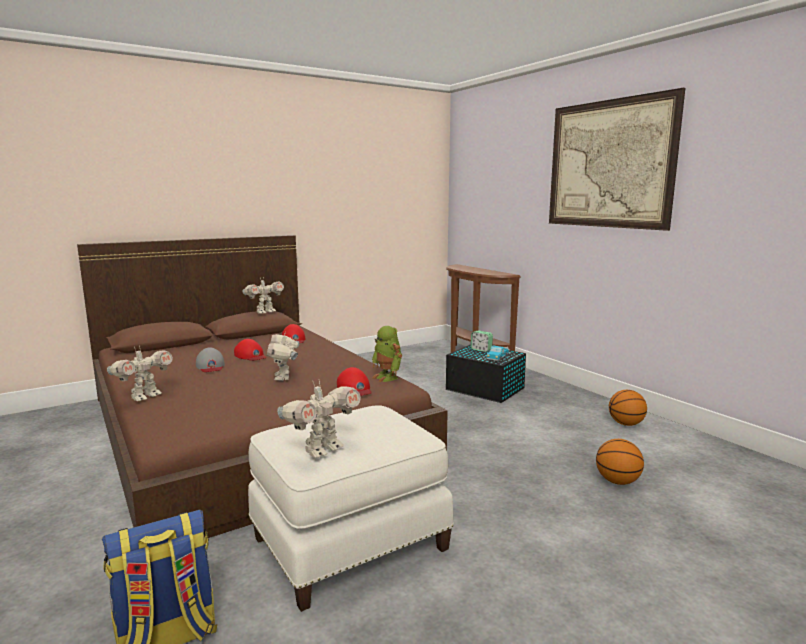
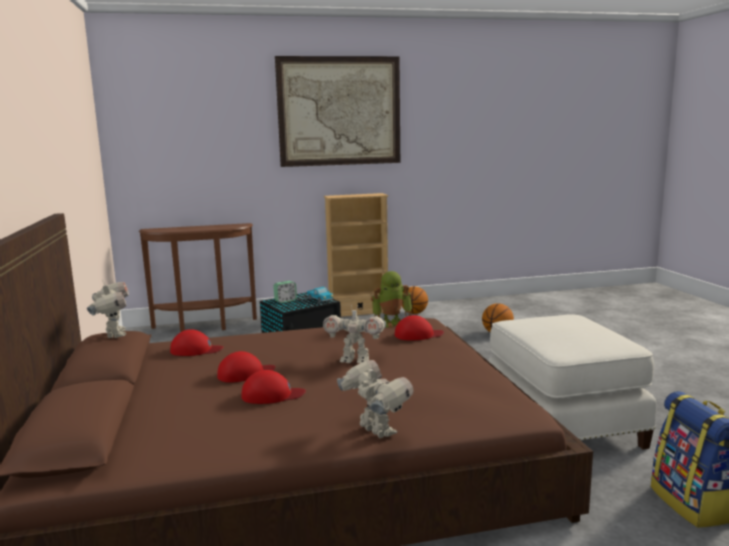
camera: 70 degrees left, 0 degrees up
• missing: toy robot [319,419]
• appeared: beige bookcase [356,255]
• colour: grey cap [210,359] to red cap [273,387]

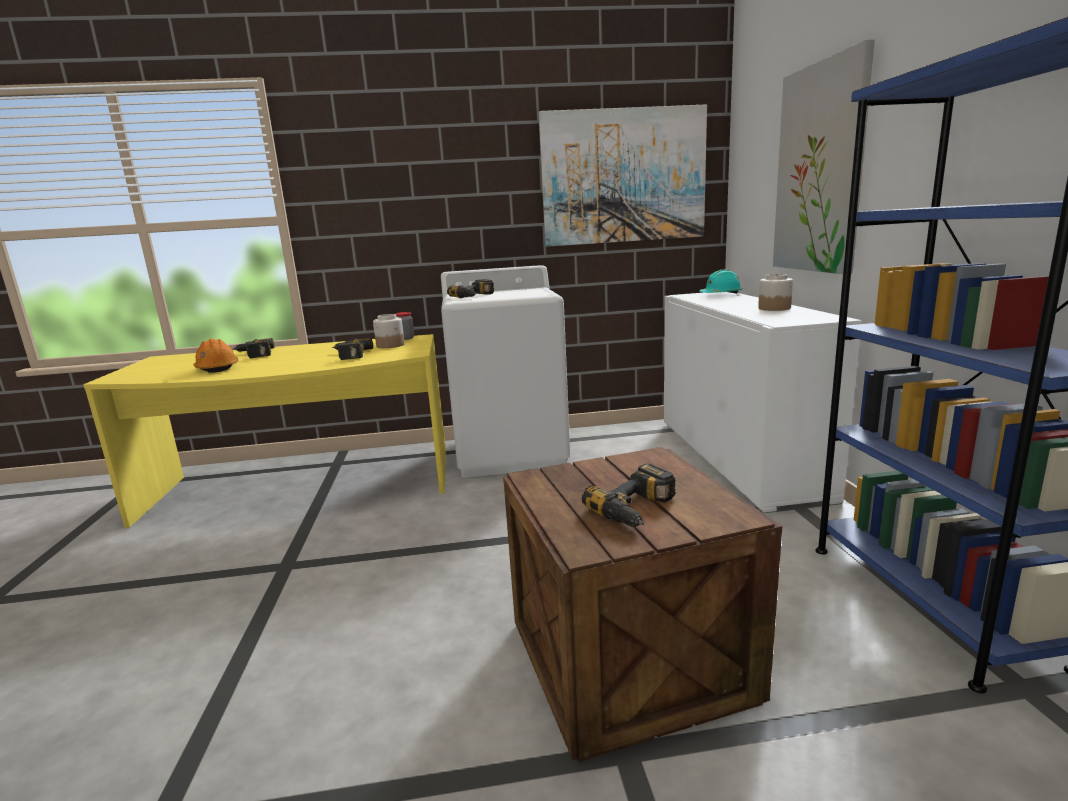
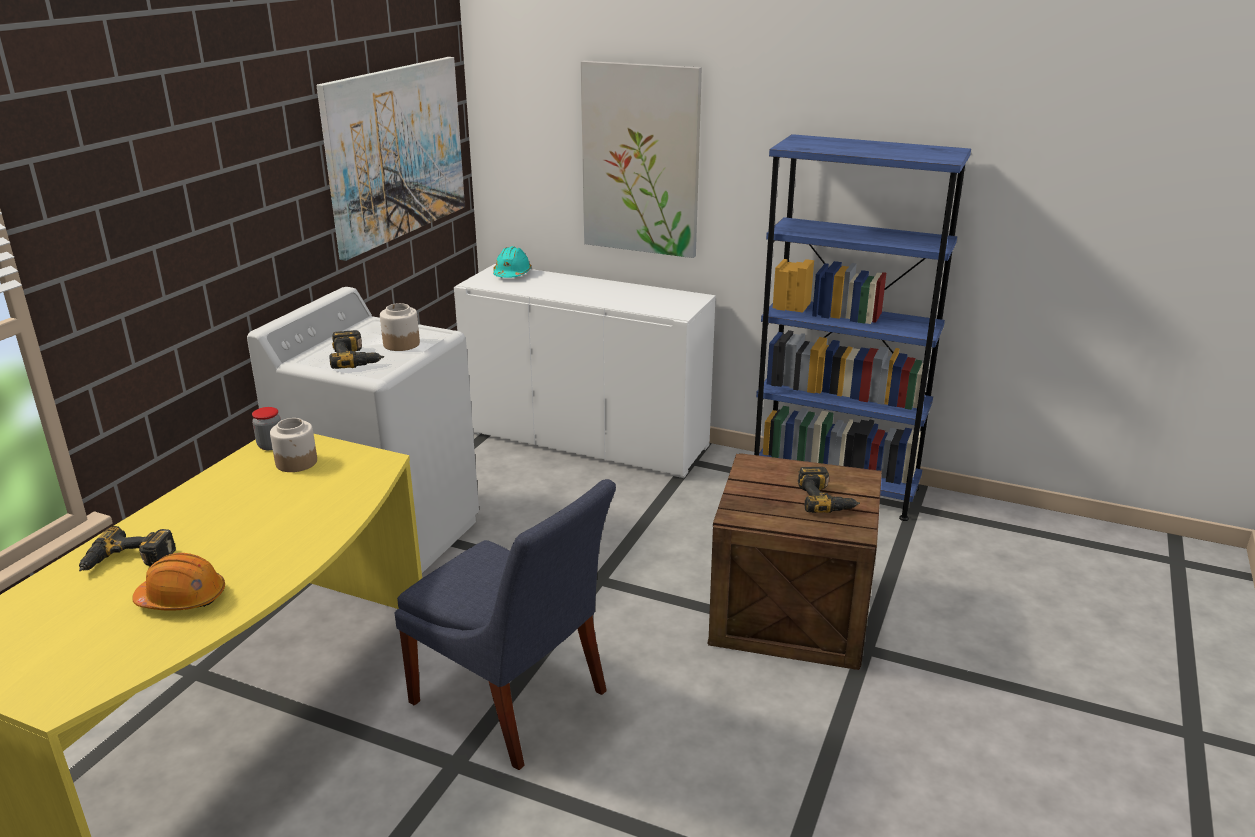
camera: 60 degrees left, 10 degrees up
• missing: power drill [352,349]
• appeared: blue chair [505,624]
• relocated: jar [775,292] to [400,327]

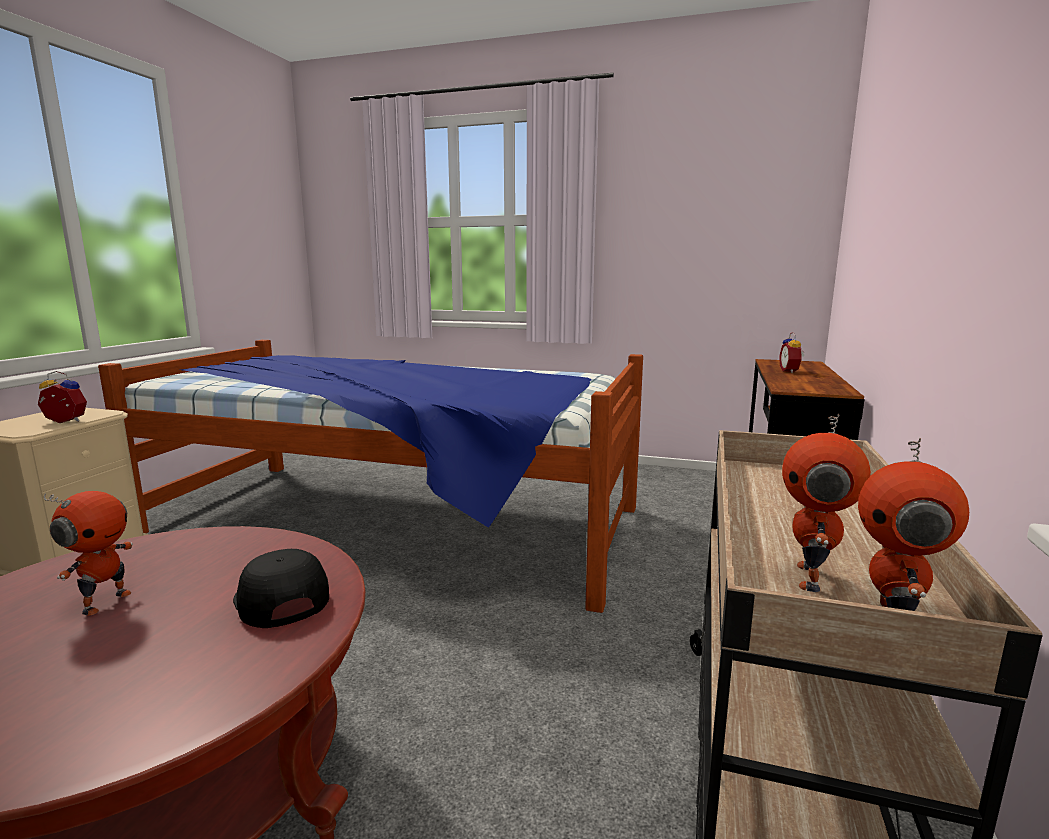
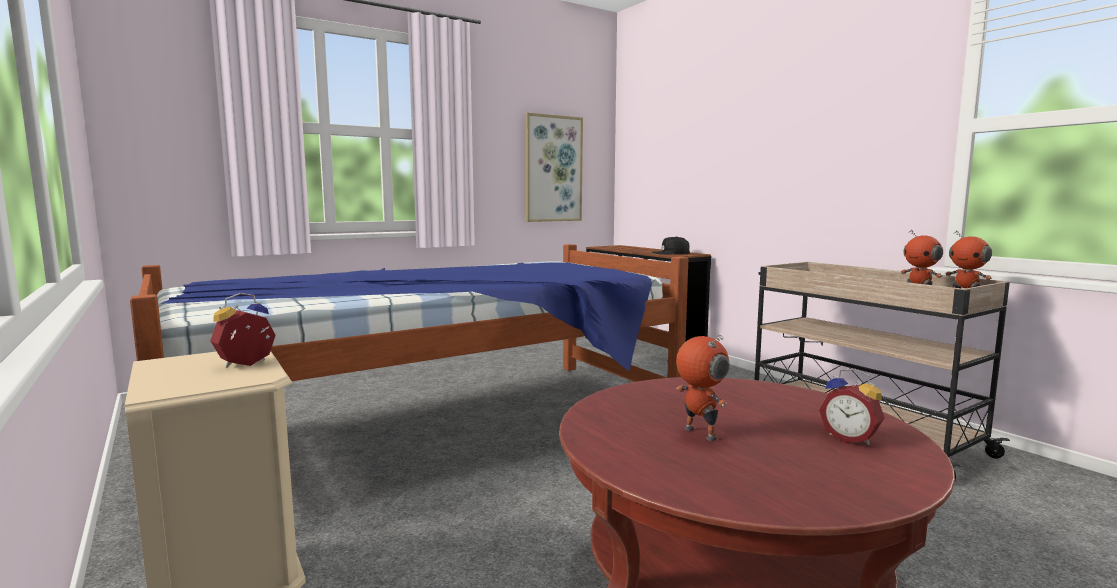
camera: 50 degrees left, 5 degrees down
• appeared: picture [554,167]
• relocated: black cap [281,588] to [671,245]
• relocated: alarm clock [792,352] to [852,406]

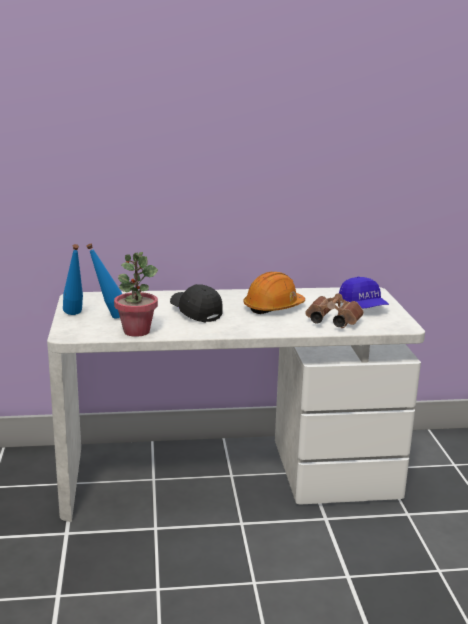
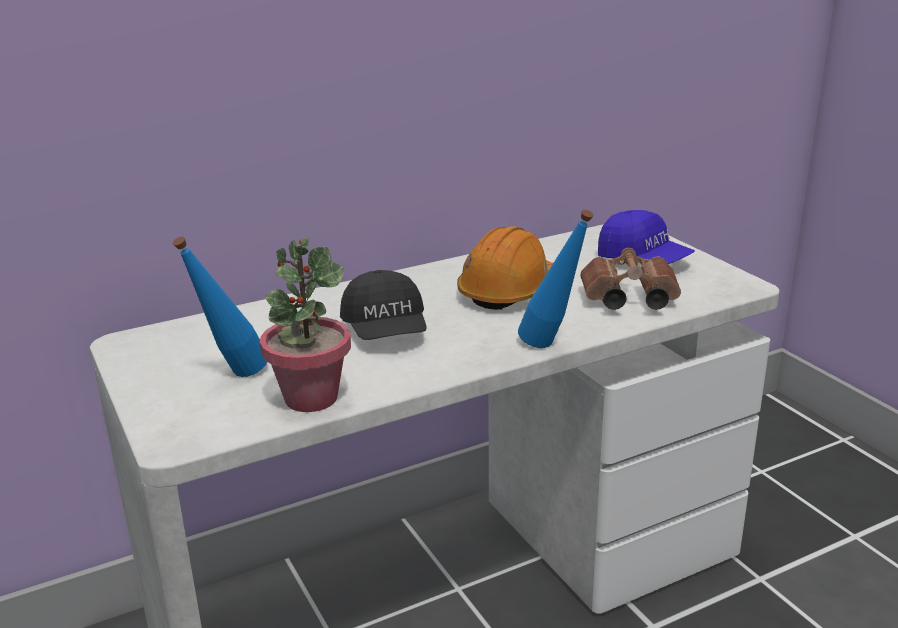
camera: 20 degrees left, 5 degrees up
• relocated: blue bottle [73,279] to [556,279]
• spun: black cap [196,303] = [383,305] 135 degrees counterclockwise

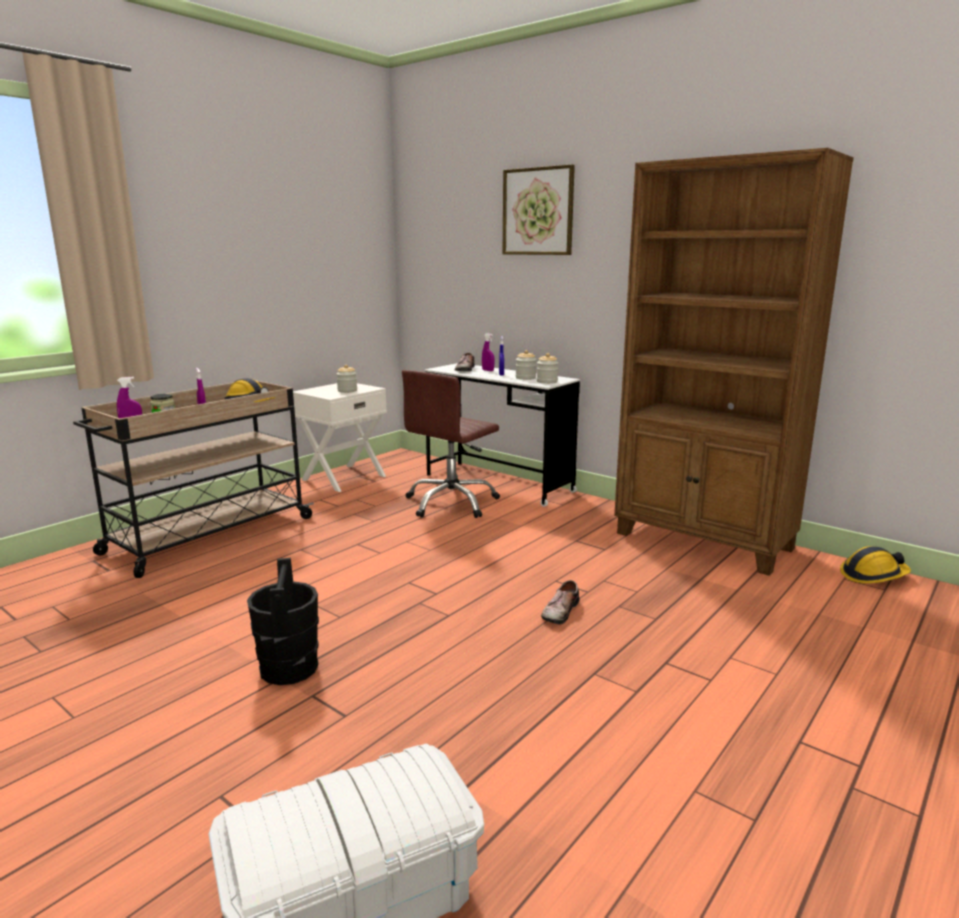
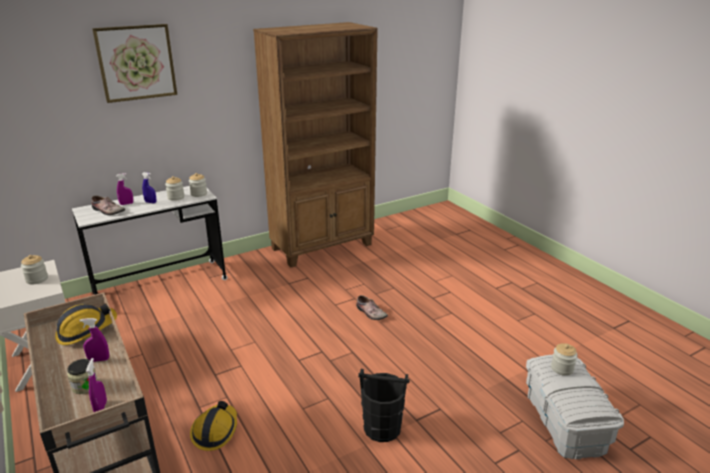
camera: 70 degrees left, 10 degrees up
• missing: brown office chair [451,444]
• appeared: jar [564,359]
• relocated: hard hat [875,565] to [213,426]

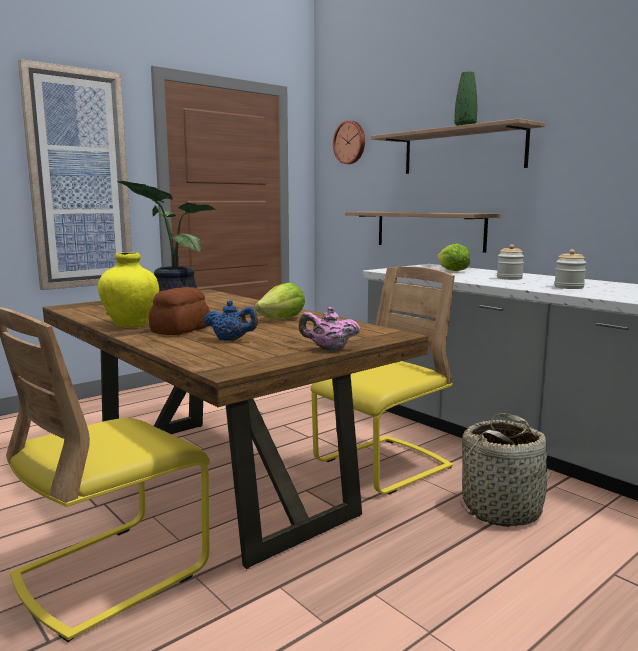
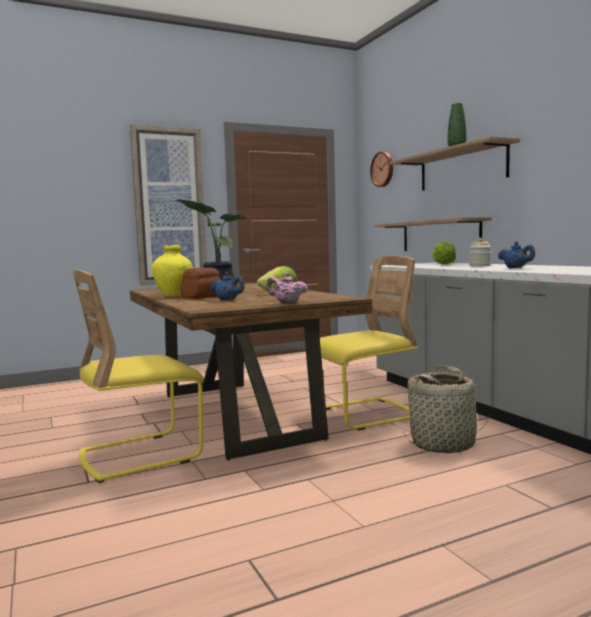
camera: 15 degrees right, 5 degrees down
• exchanged: jar [570,269] to blue teapot [516,254]

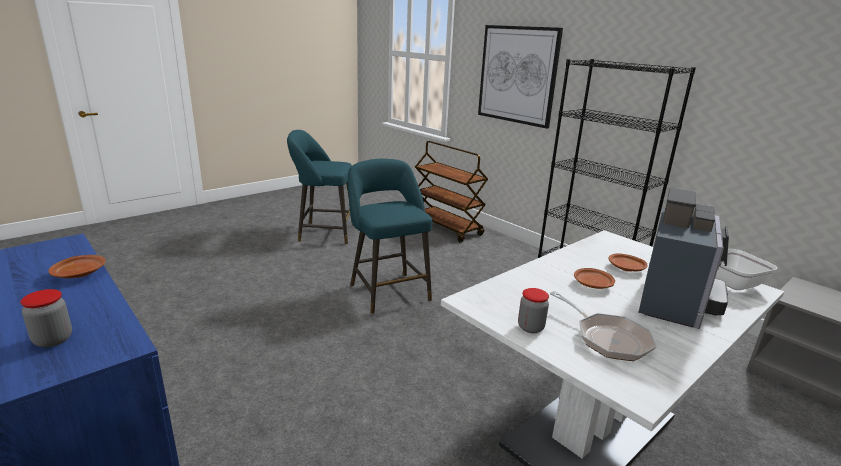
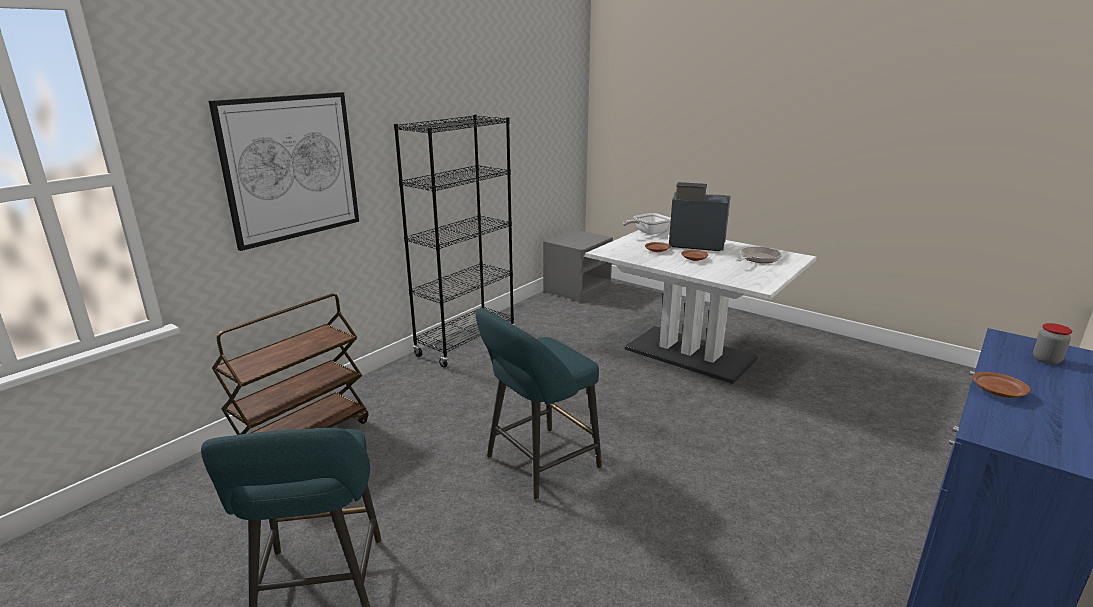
camera: 100 degrees left, 0 degrees up
• missing: jar [533,310]

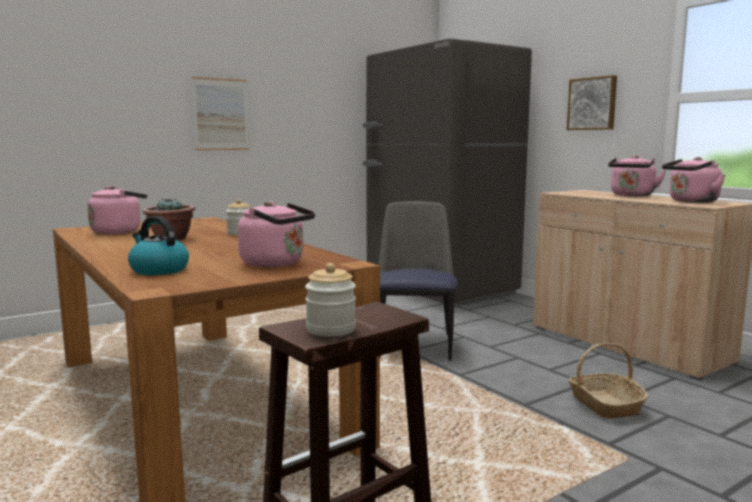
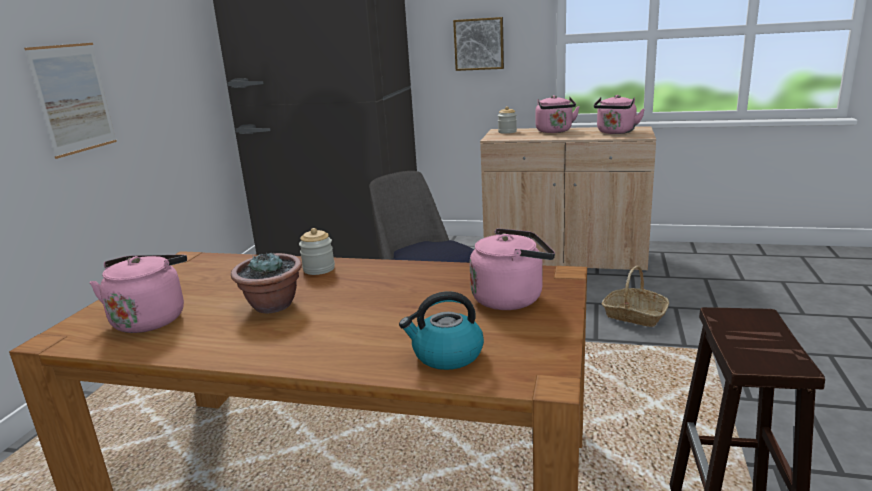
camera: 40 degrees left, 10 degrees up
• relocated: jar [330,300] to [507,120]

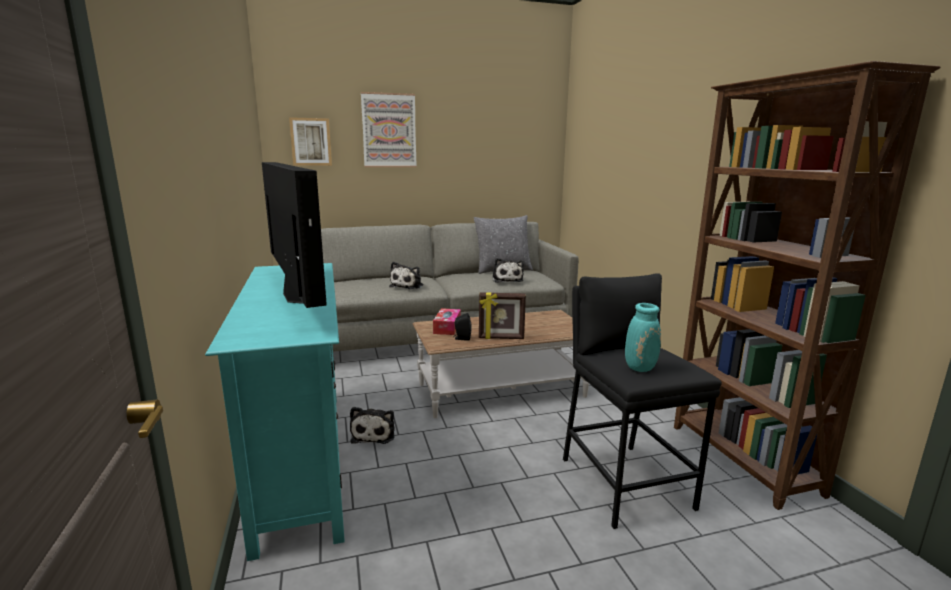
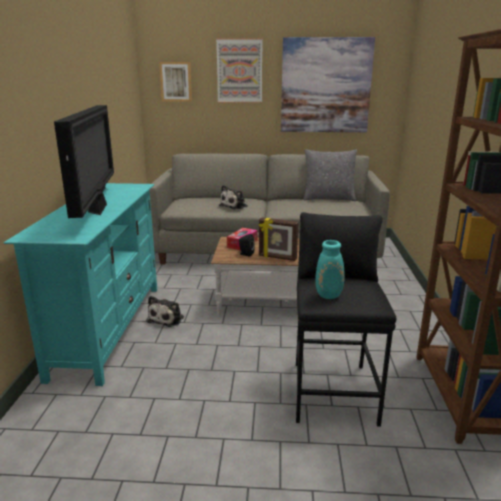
camera: 20 degrees right, 5 degrees up
• missing: plush toy [508,270]
• appeared: picture [328,84]

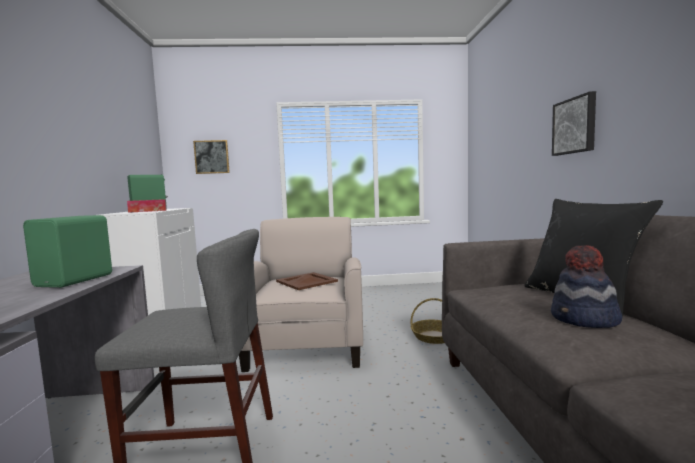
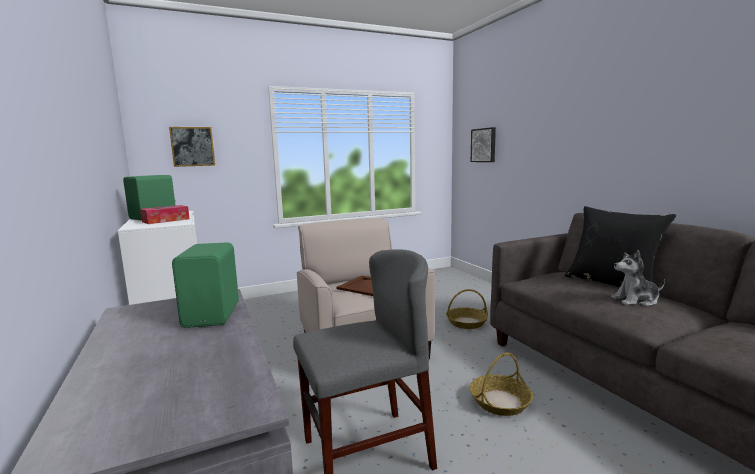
camera: 20 degrees left, 5 degrees up
• appeared: basket [501,384]
• relocated: picture [574,123] to [483,144]
• exchanged: hat [586,286] to plush toy [638,278]

